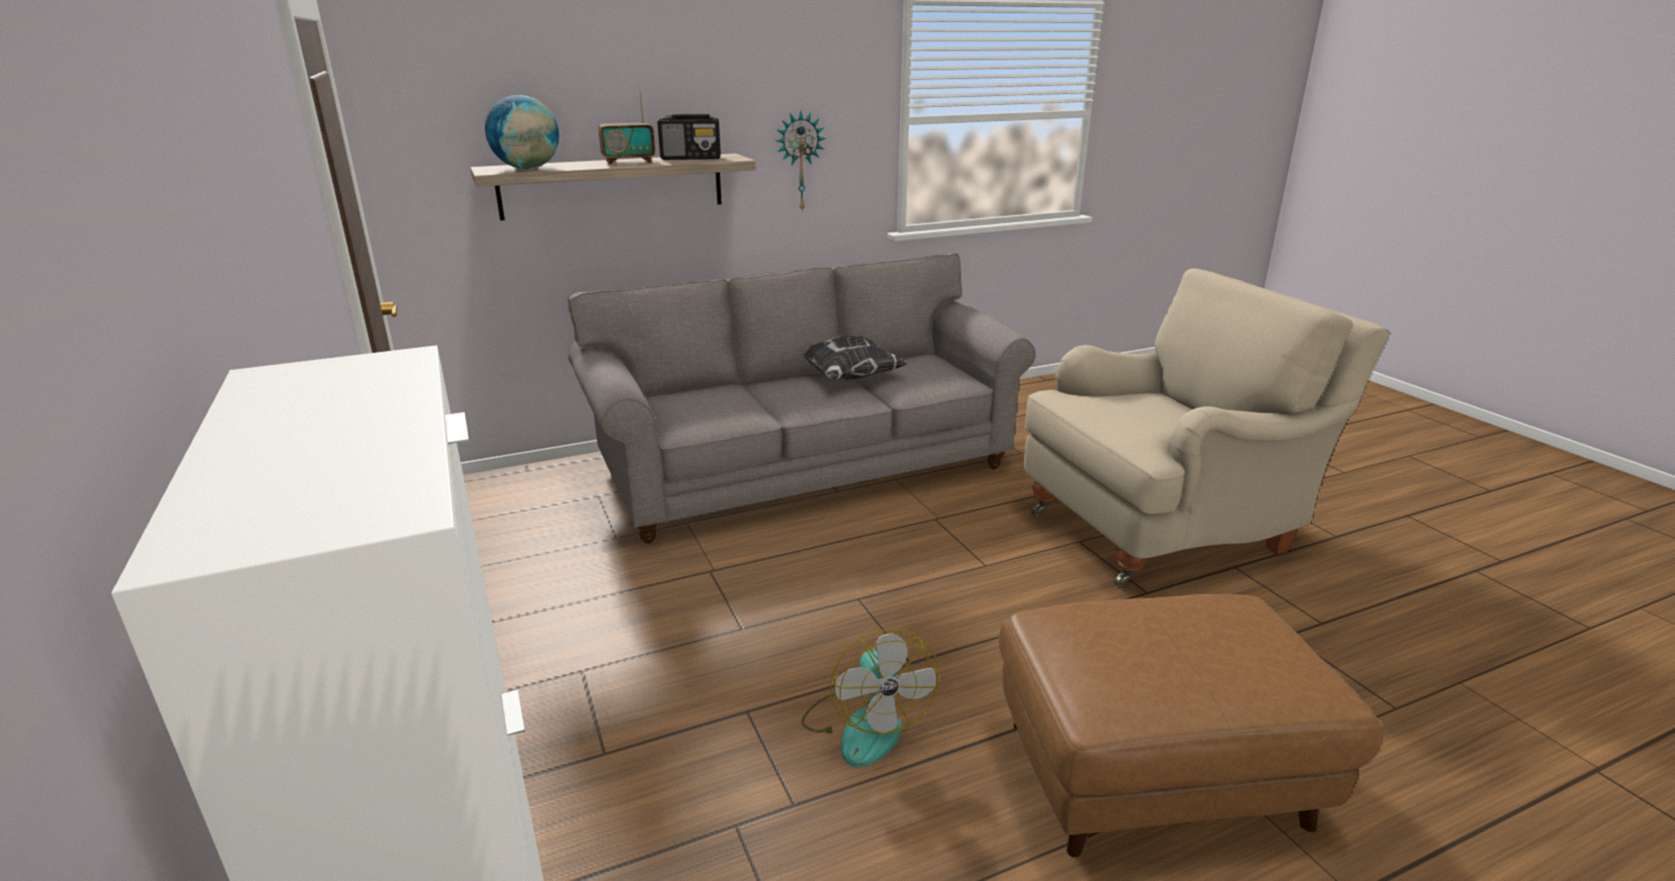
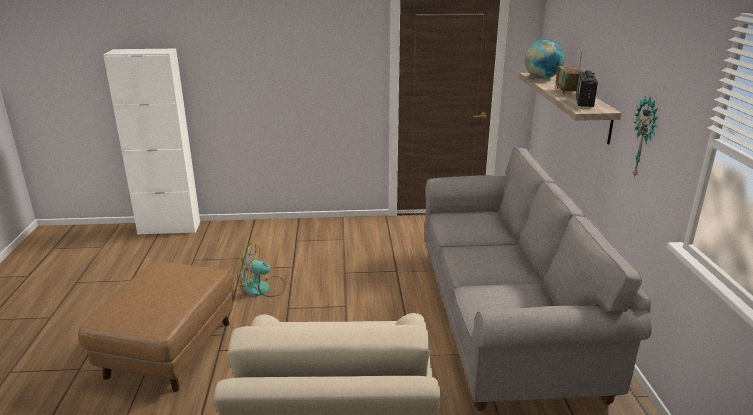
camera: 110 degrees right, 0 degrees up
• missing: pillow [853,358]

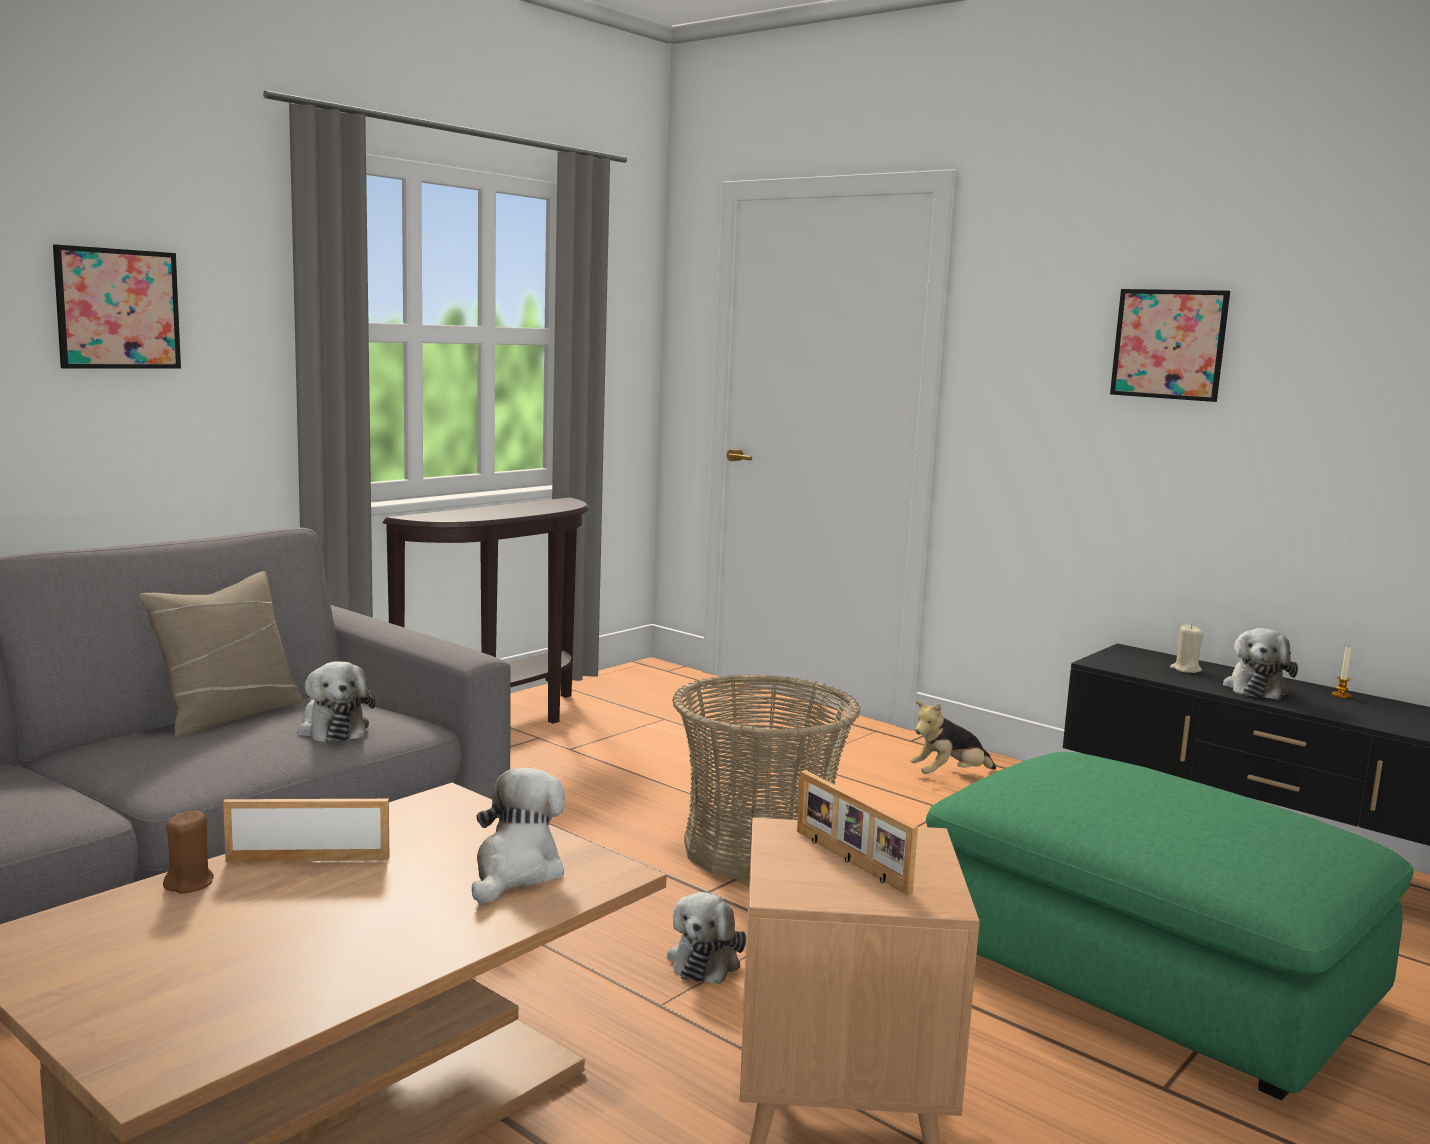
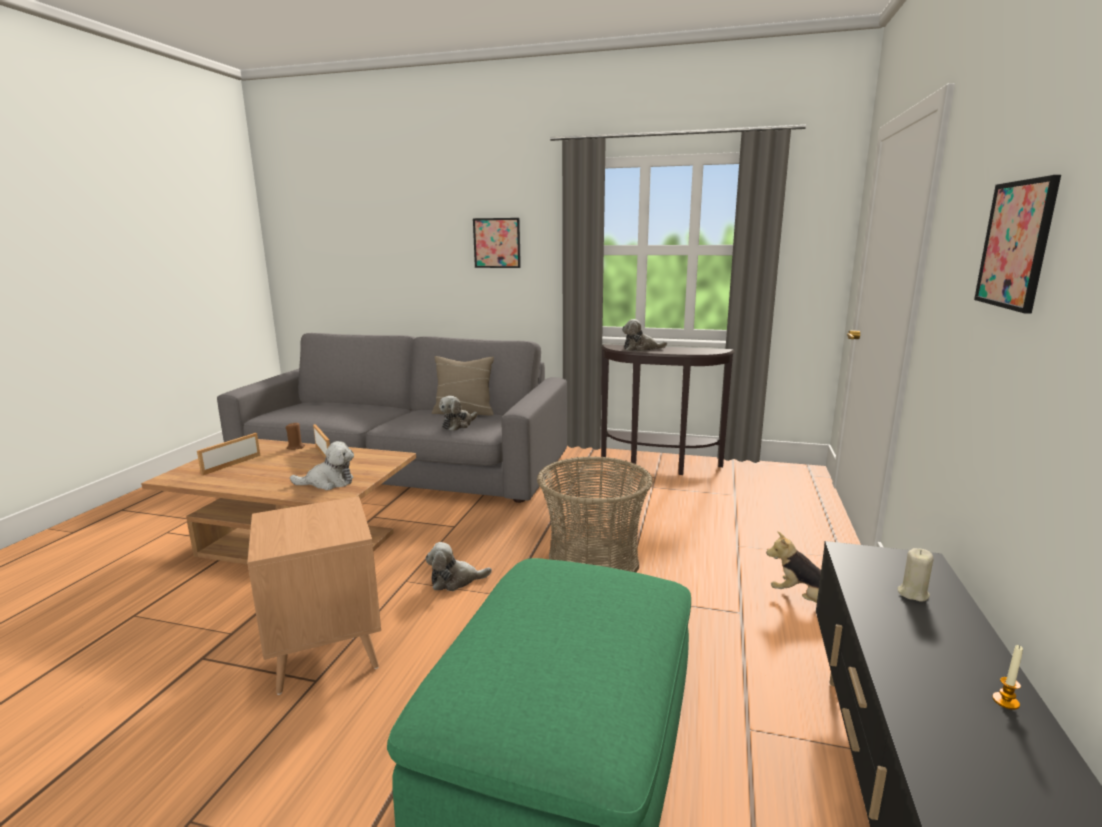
camera: 65 degrees right, 5 degrees up
• relocated: picture frame [857,832] to [228,454]
• relocated: plush toy [1260,664] to [644,335]

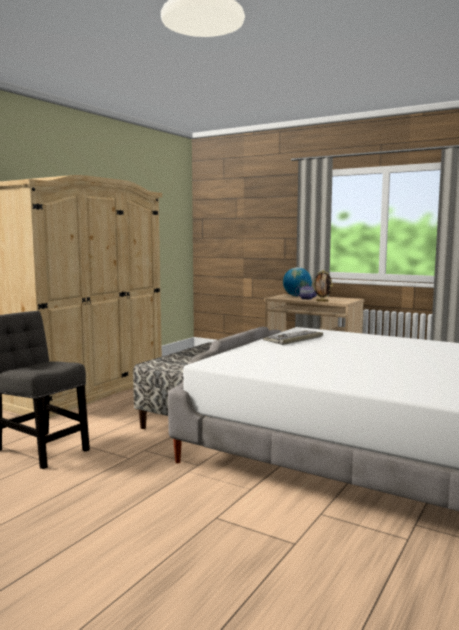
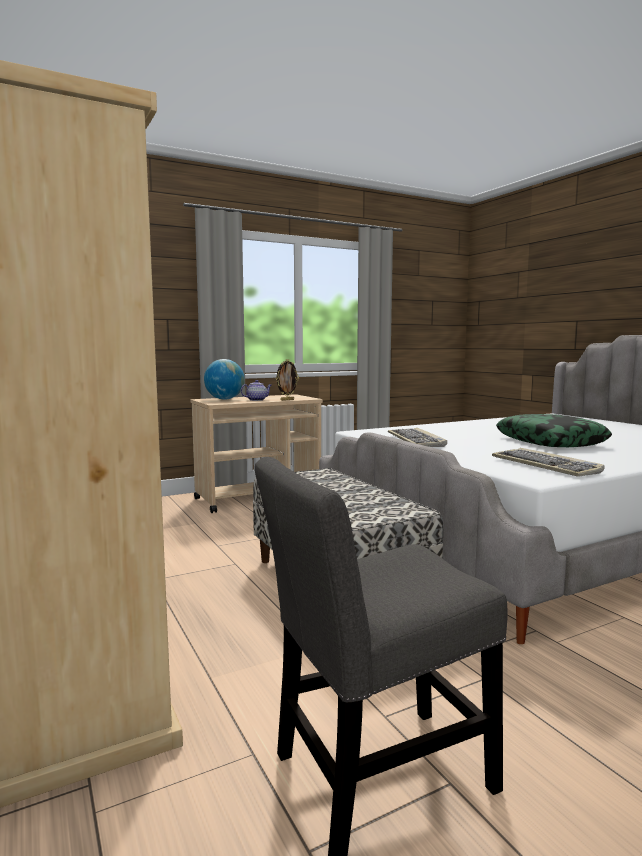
camera: 60 degrees left, 0 degrees up
• appeared: keyboard [548,462]
• appeared: pillow [554,430]

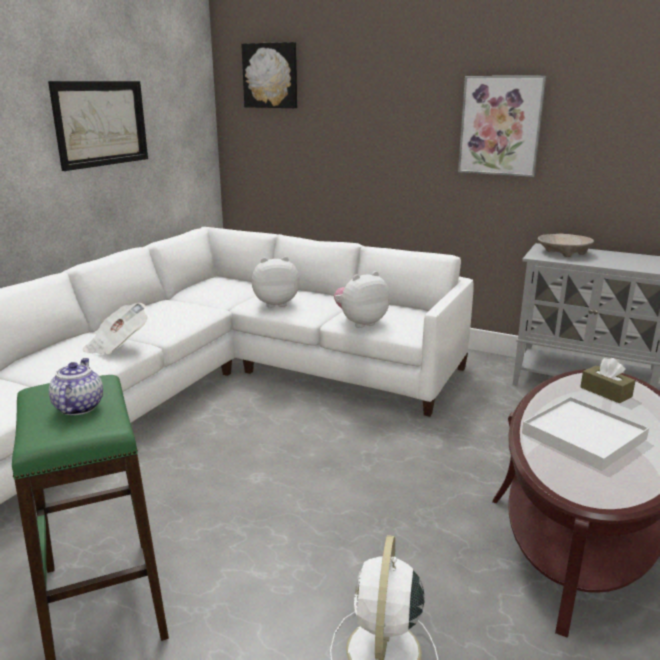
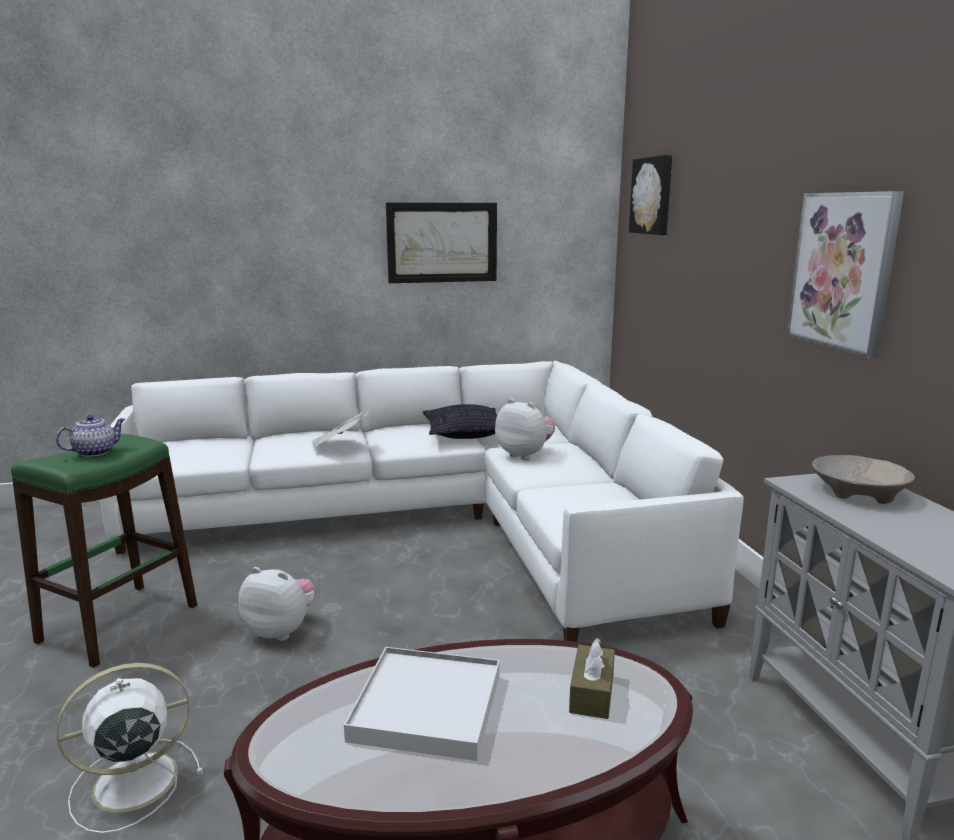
camera: 50 degrees right, 5 degrees down
• appeared: pillow [460,421]
• relocated: plush toy [362,299] to [277,604]

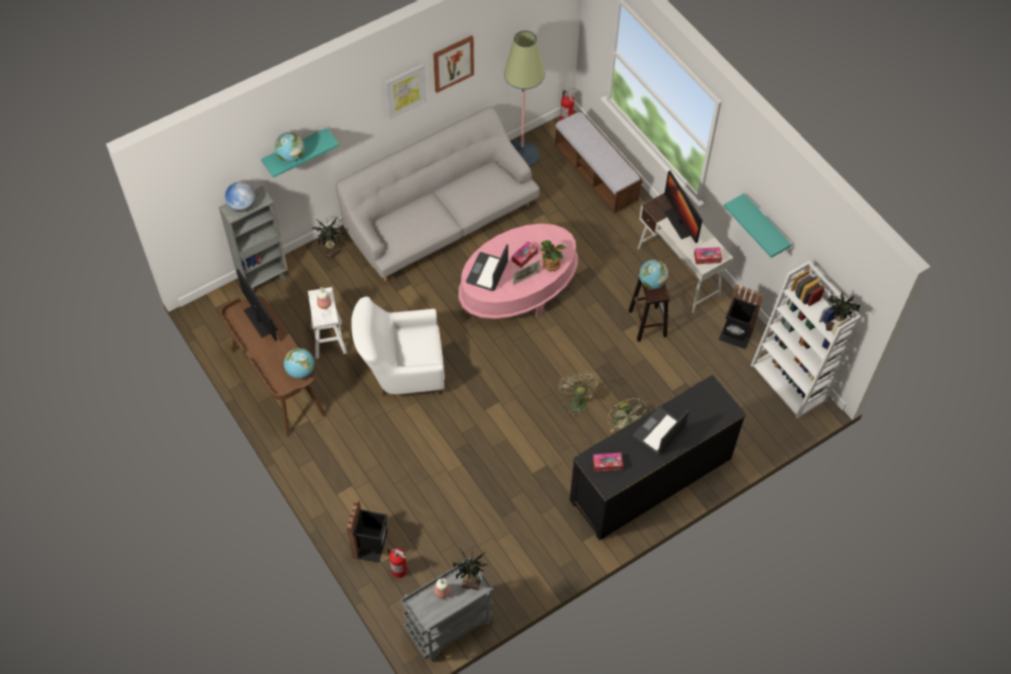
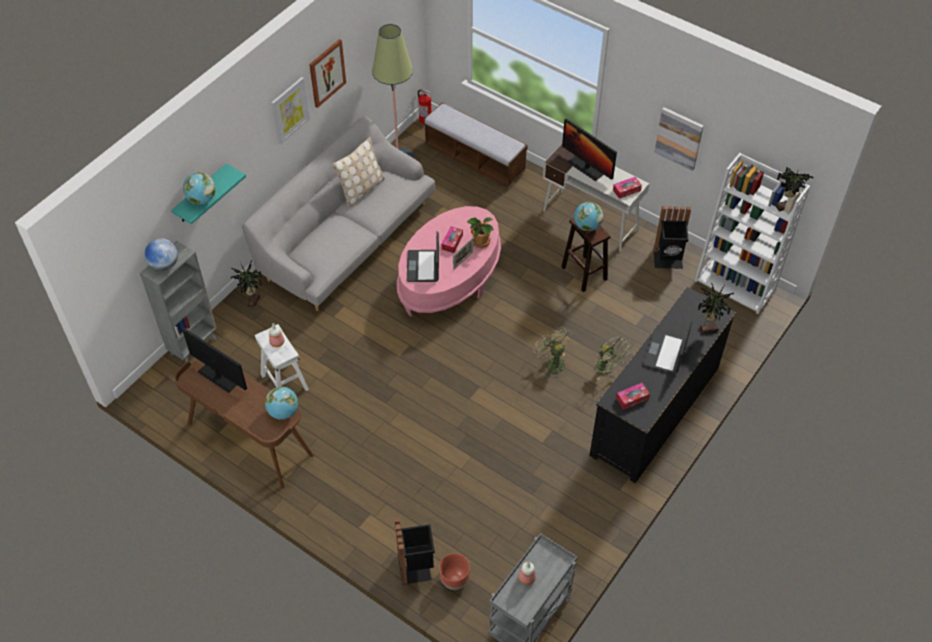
camera: 20 degrees left, 5 degrees down
• missing: white armchair [398,346]
• appeared: beige pillow [358,172]
• relocated: potted plant [471,567] to [716,307]
• exchanged: fire extinguisher [397,563] to brown planter [454,572]
• exchanged: turquoise shelf [758,226] to picture [679,139]

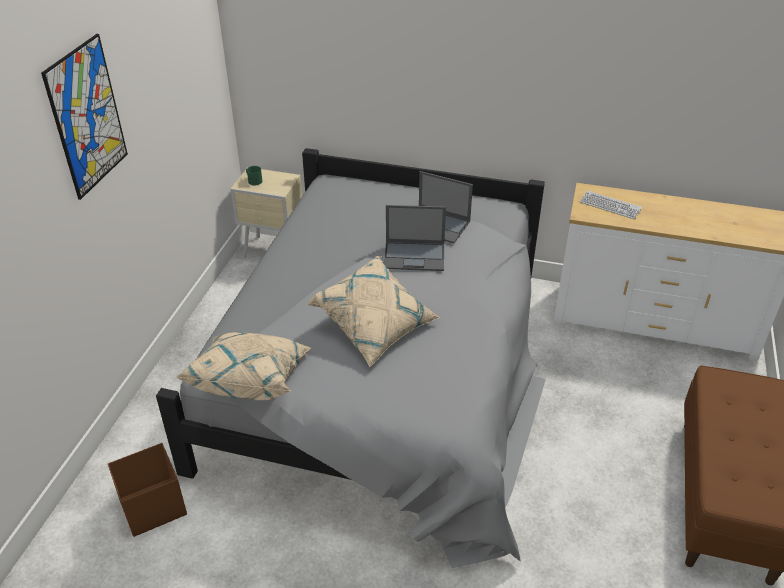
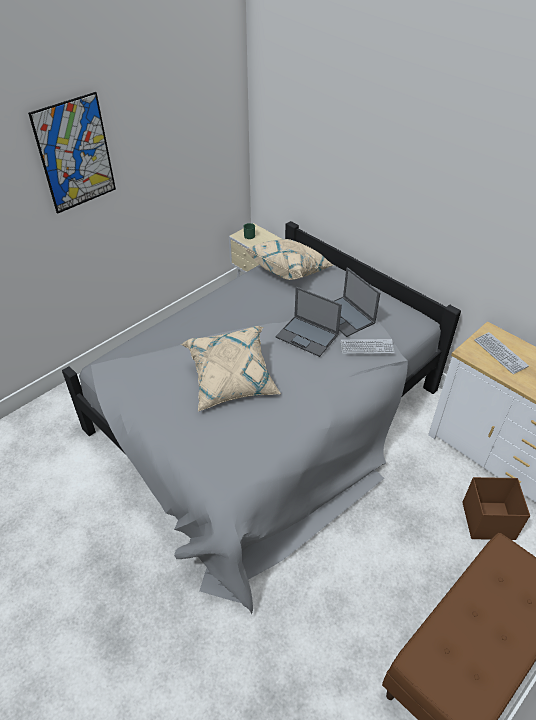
camera: 30 degrees right, 5 degrees up
• appeared: keyboard [367,346]
• relocated: brown storage box [147,490] to [496,508]
• relocated: beige pillow [243,366] to [289,259]

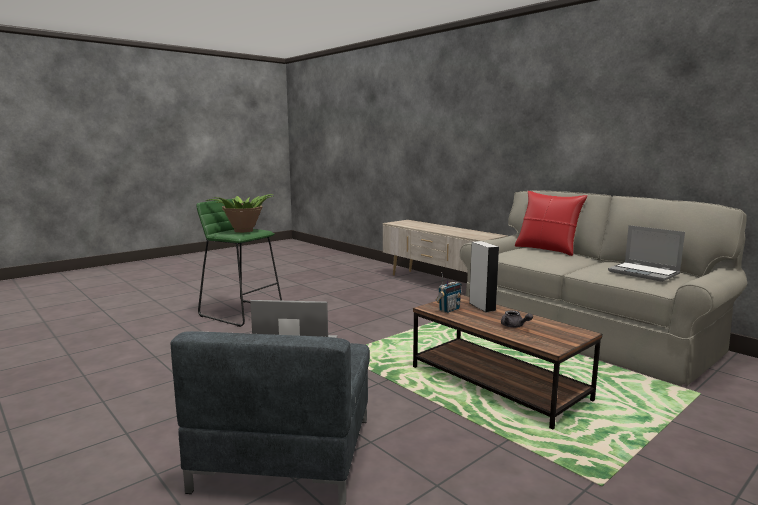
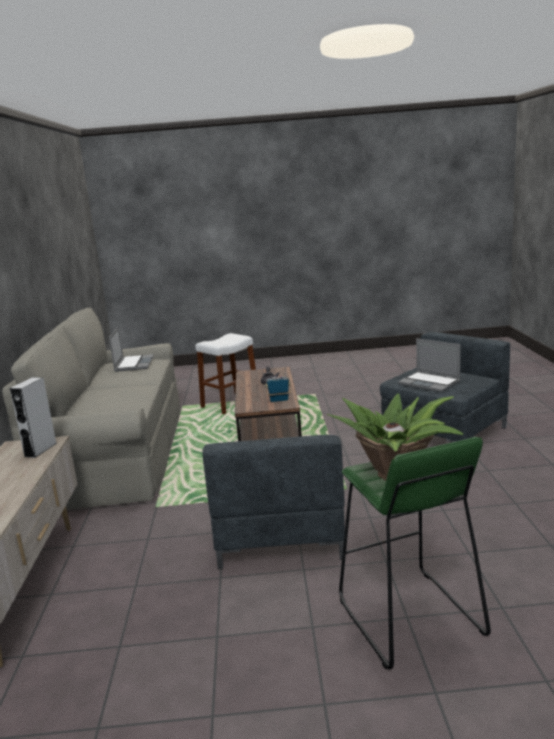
camera: 140 degrees left, 5 degrees up
• missing: red pillow [551,223]
• appeared: white stool [226,373]
• appeared: grey armchair [273,502]
• relocated: grey speaker [484,276] to [33,417]

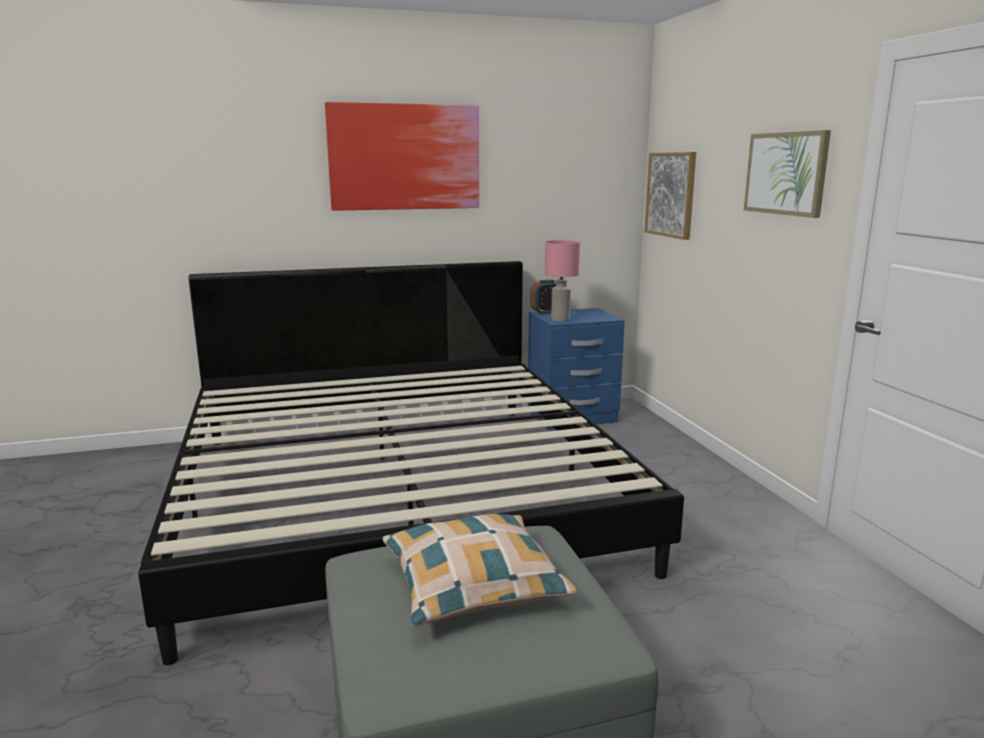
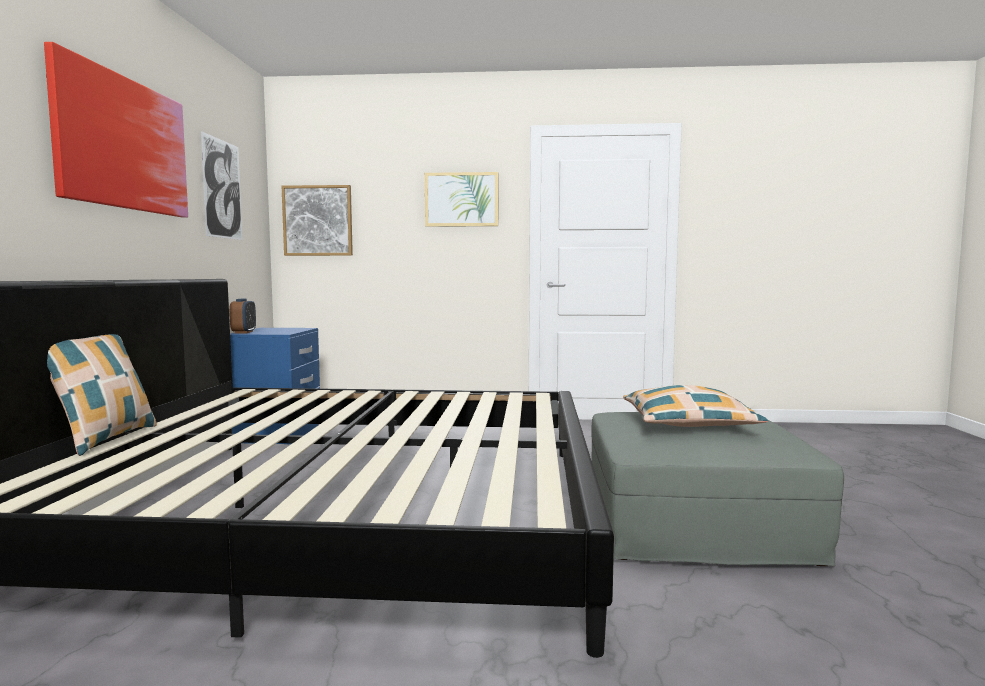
camera: 70 degrees left, 10 degrees down
• missing: pink table lamp [562,281]
• appeared: pillow [102,395]
• appeared: picture [221,185]

